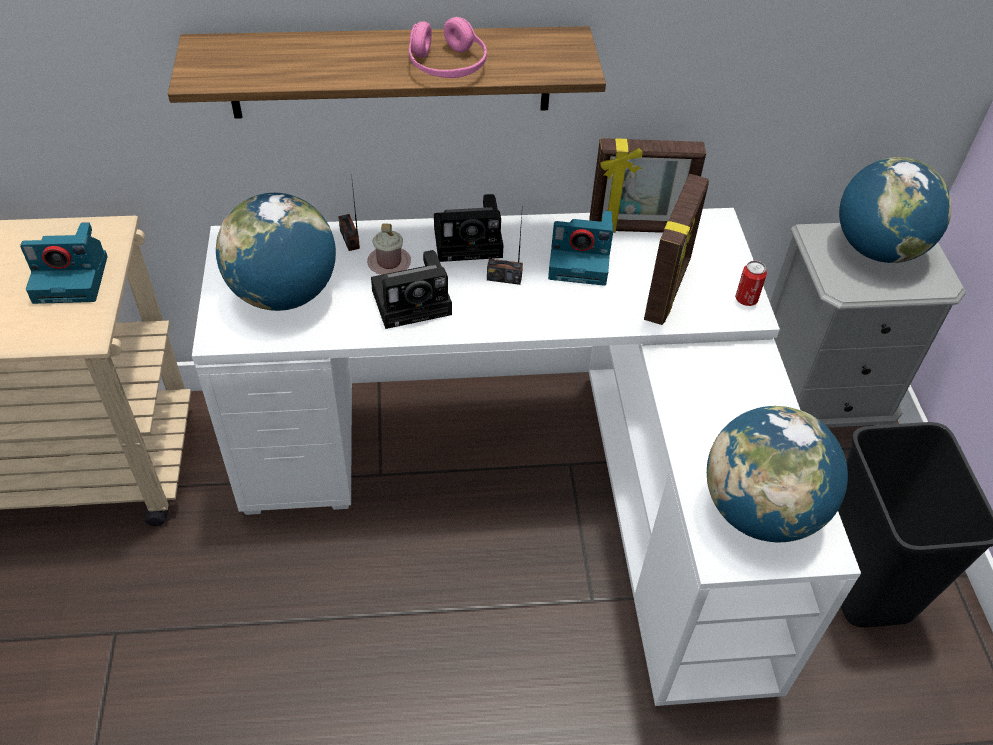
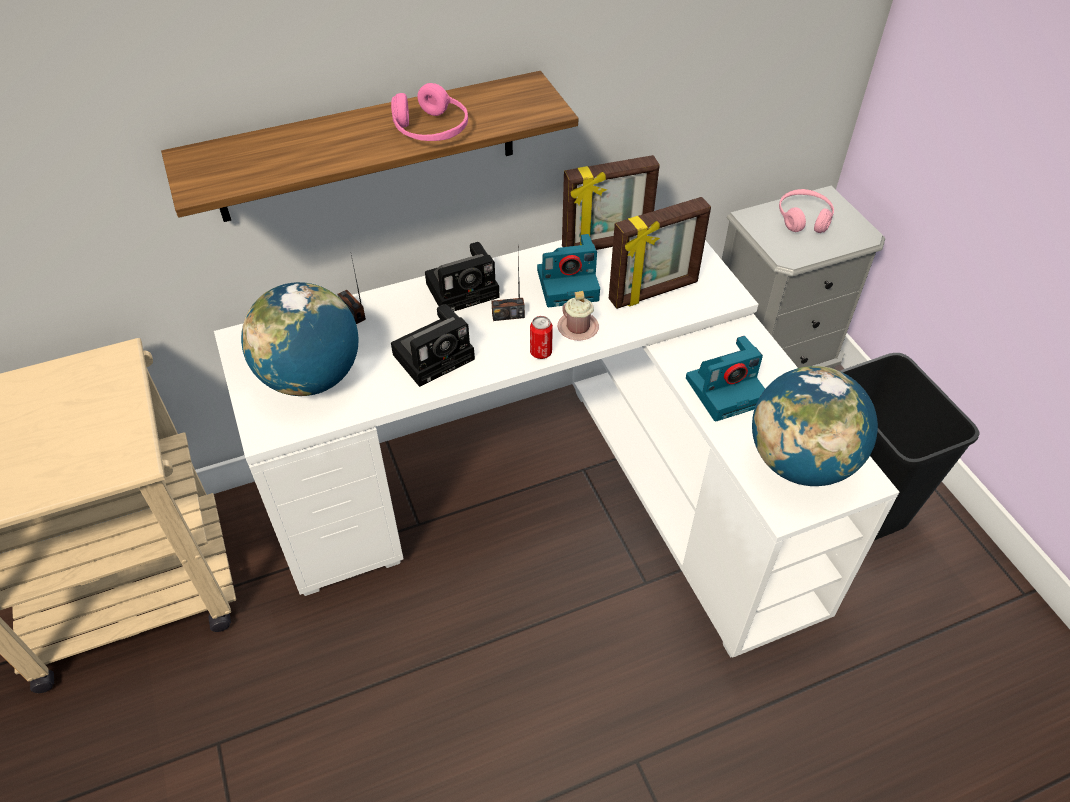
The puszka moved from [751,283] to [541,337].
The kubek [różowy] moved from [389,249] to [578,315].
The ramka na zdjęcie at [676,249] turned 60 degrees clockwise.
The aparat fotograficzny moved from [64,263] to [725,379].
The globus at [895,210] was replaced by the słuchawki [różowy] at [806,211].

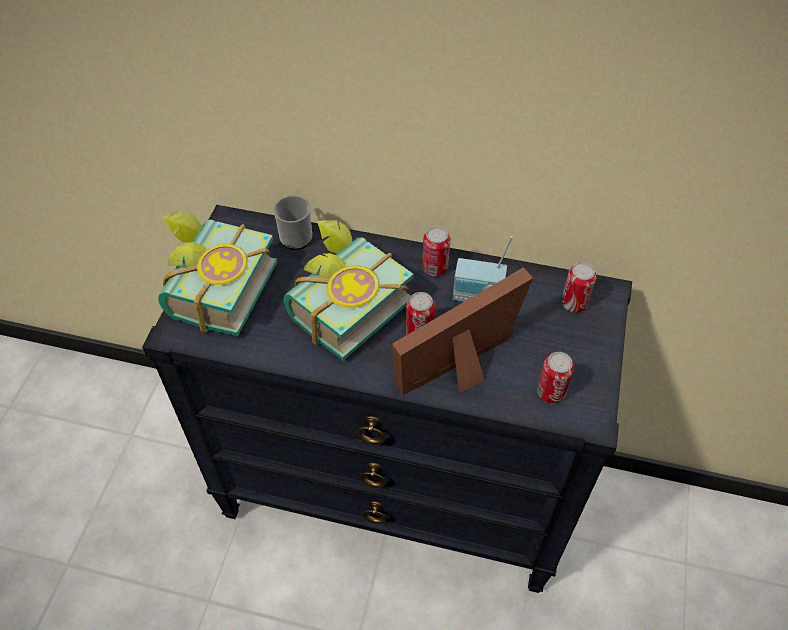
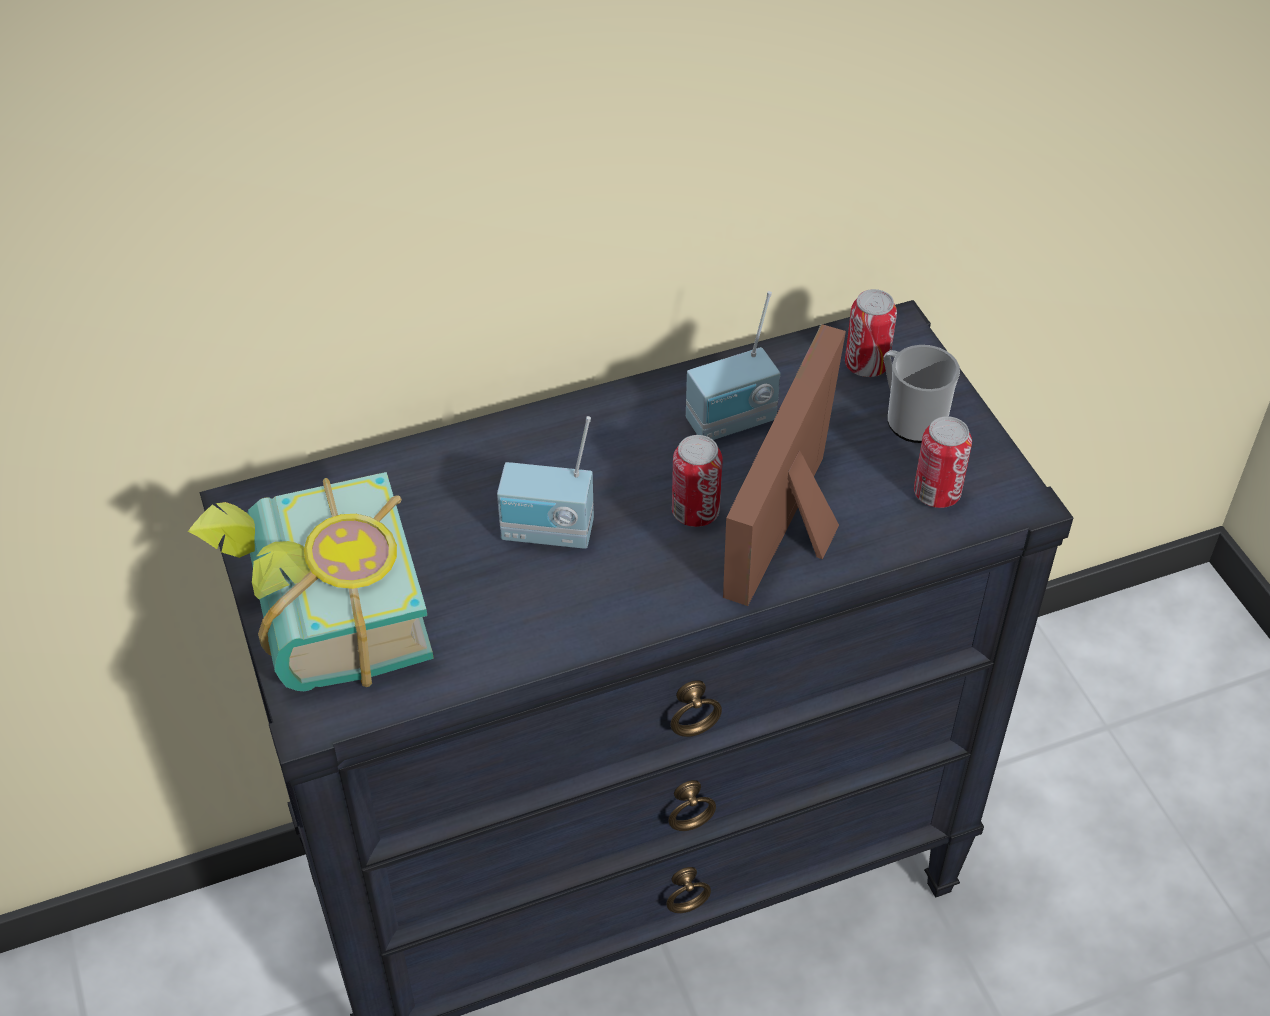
The książka at [349,290] was replaced by the radio at [545,482].
The kubek moved from [292,222] to [922,394].
The puszka at [436,251] disappeared.

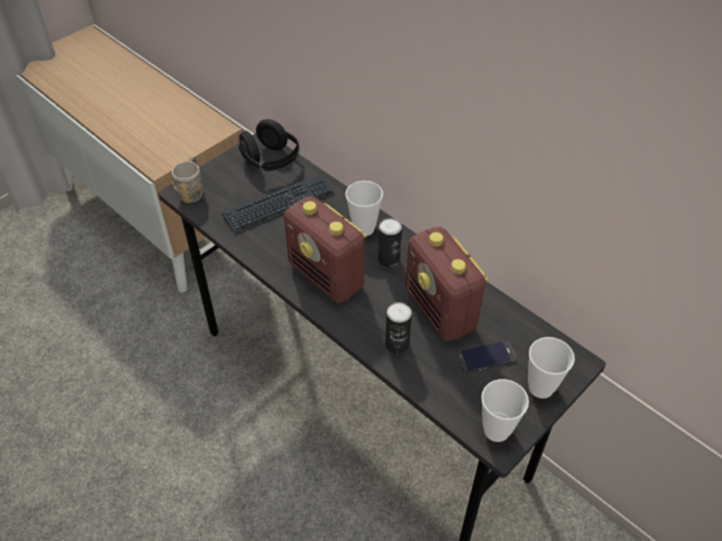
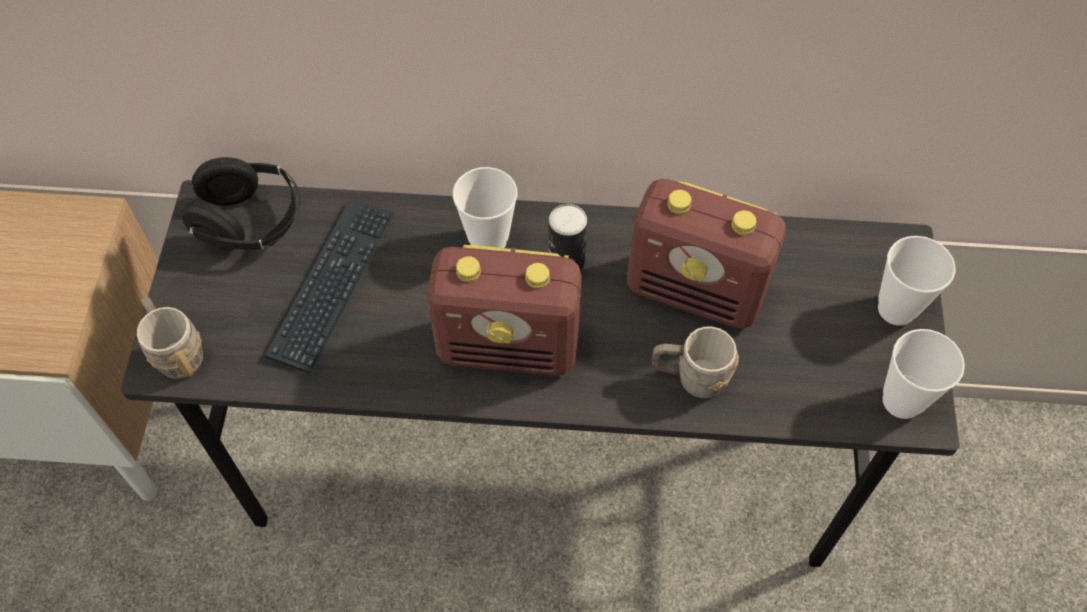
The puszka at [398,328] was replaced by the kubek [szary] at [695,362].
The telefon at [486,356] disappeared.

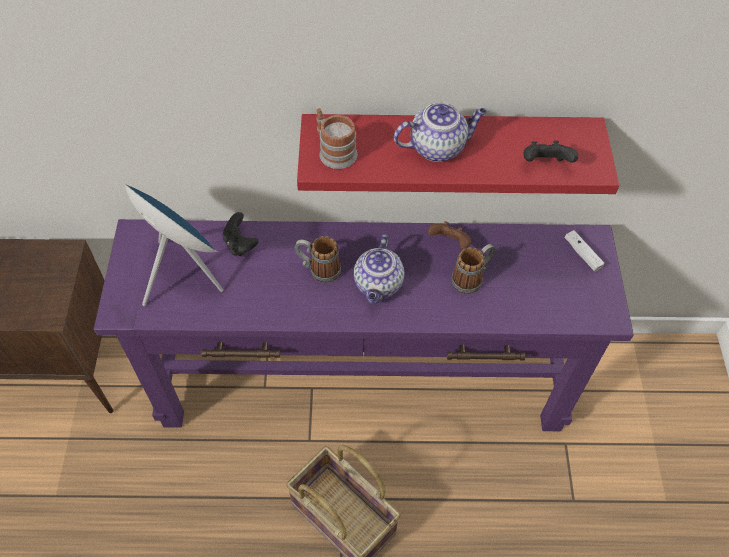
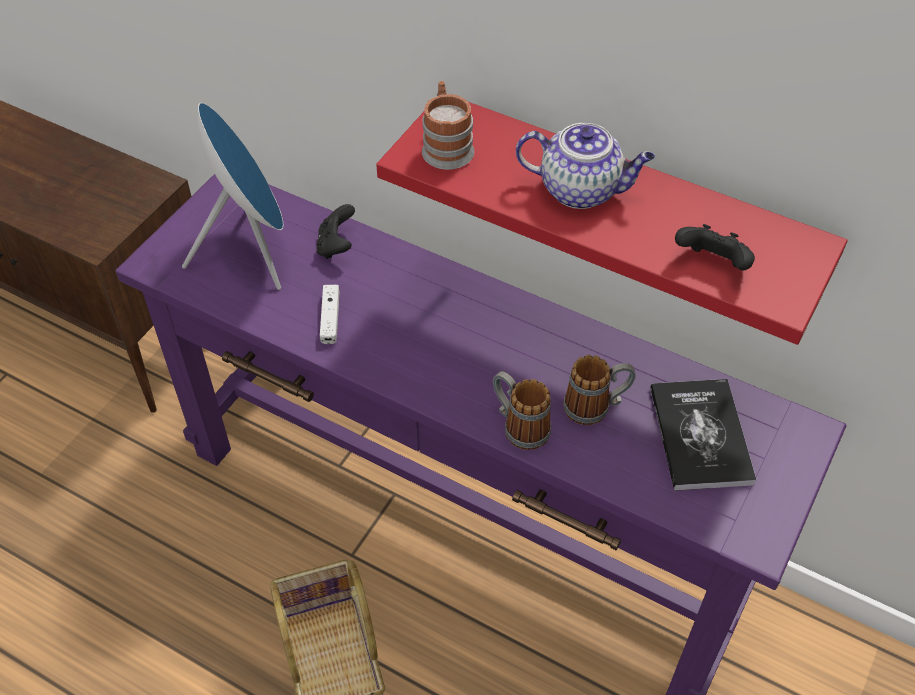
The pad do gier [biały] moved from [584,251] to [330,314].
The kubek moved from [318,259] to [522,410].
The książka at [703,435] appeared.
The imbryk at [379,269] disappeared.
The pad do gier [brązowy] at [449,235] disappeared.

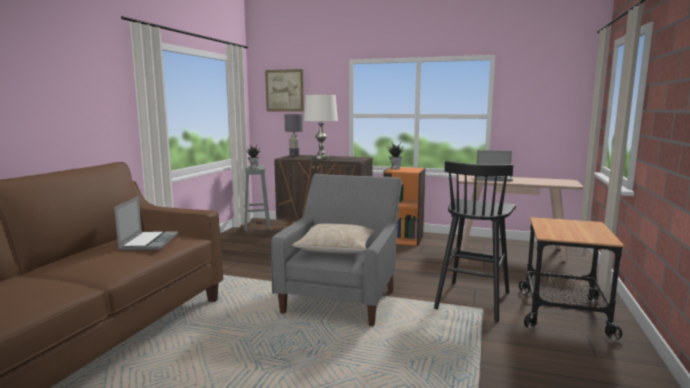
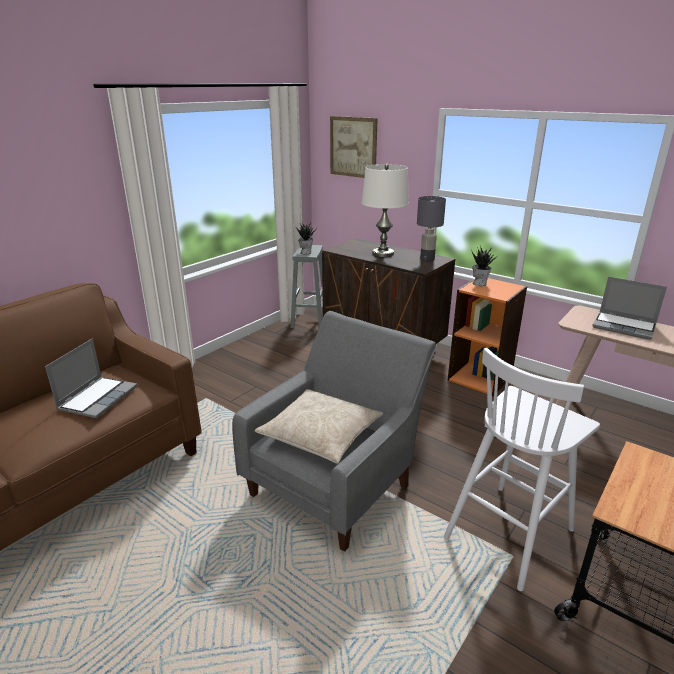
The lampa stołowa [szary] moved from [293,135] to [431,228].
The stołek [czarny] at [475,241] became the stołek [biały] at [522,469].

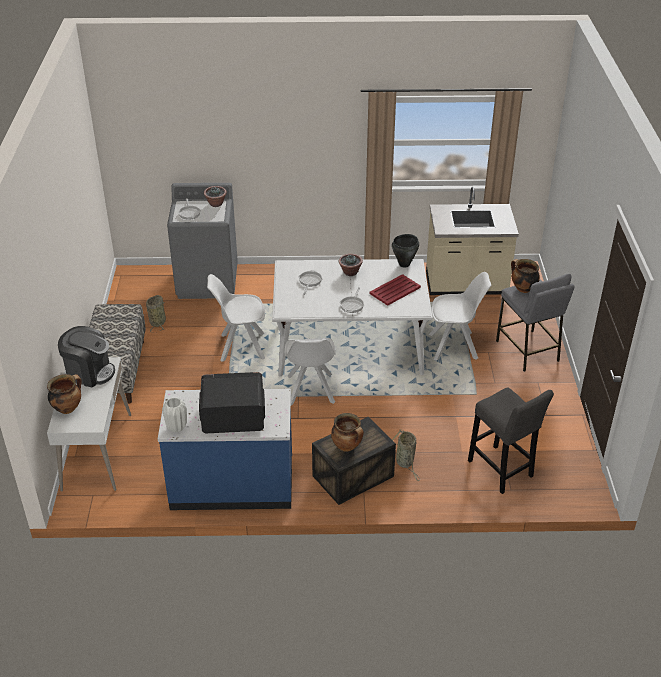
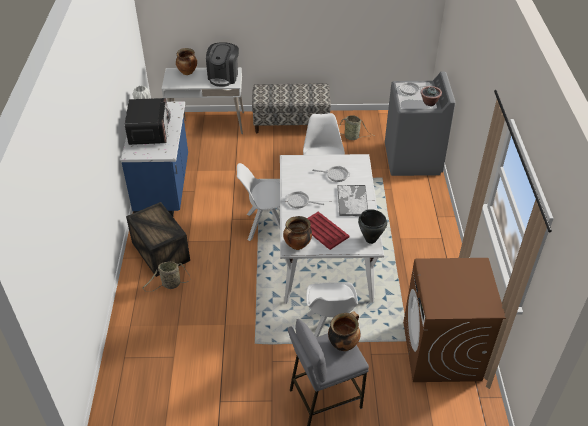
The garnek moved from [347,432] to [297,233].
The roślina doniczkowa at [350,265] was replaced by the taca at [352,200].
The zabudowa kuchenna [beżowy] at [472,241] was replaced by the pralka [brązowy] at [454,320].
The stołek [szary] at [511,440] disappeared.

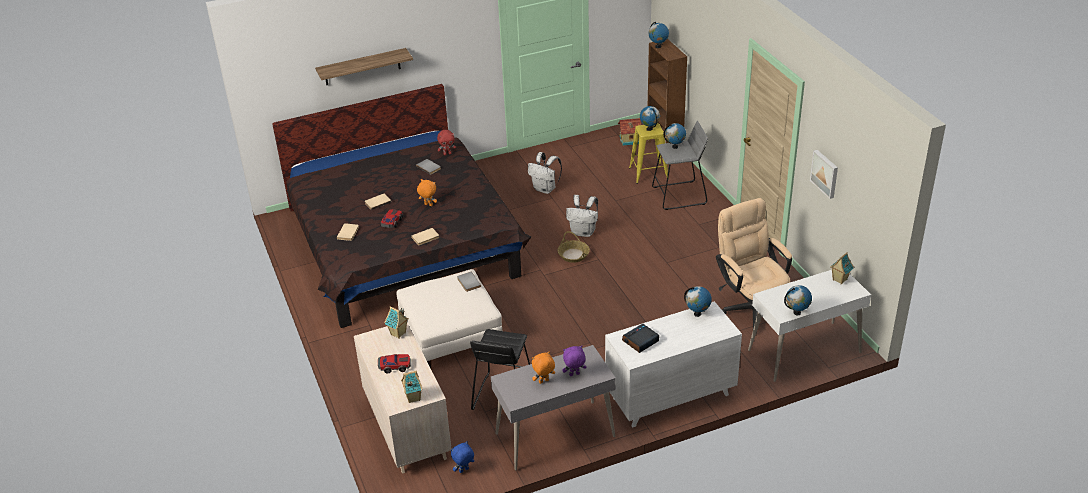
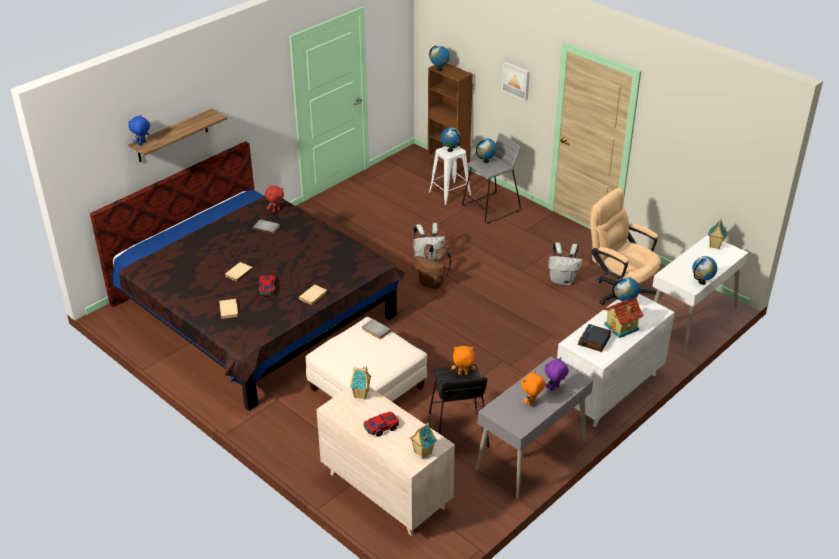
The pluszak [niebieski] moved from [462,457] to [139,130].
The koszyk at [573,247] was replaced by the plecak [brązowy] at [432,266].
The stołek [żółty] at [649,153] became the stołek [biały] at [450,176].
The pluszak [pomarańczowy] moved from [427,192] to [463,360].
The obraz moved from [824,174] to [516,81].
The plecak [biały] moved from [545,173] to [565,263].
The domek moved from [629,132] to [623,318].

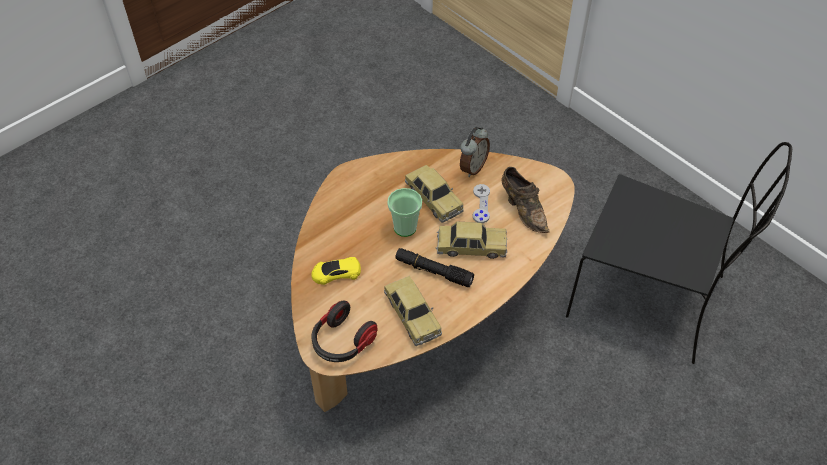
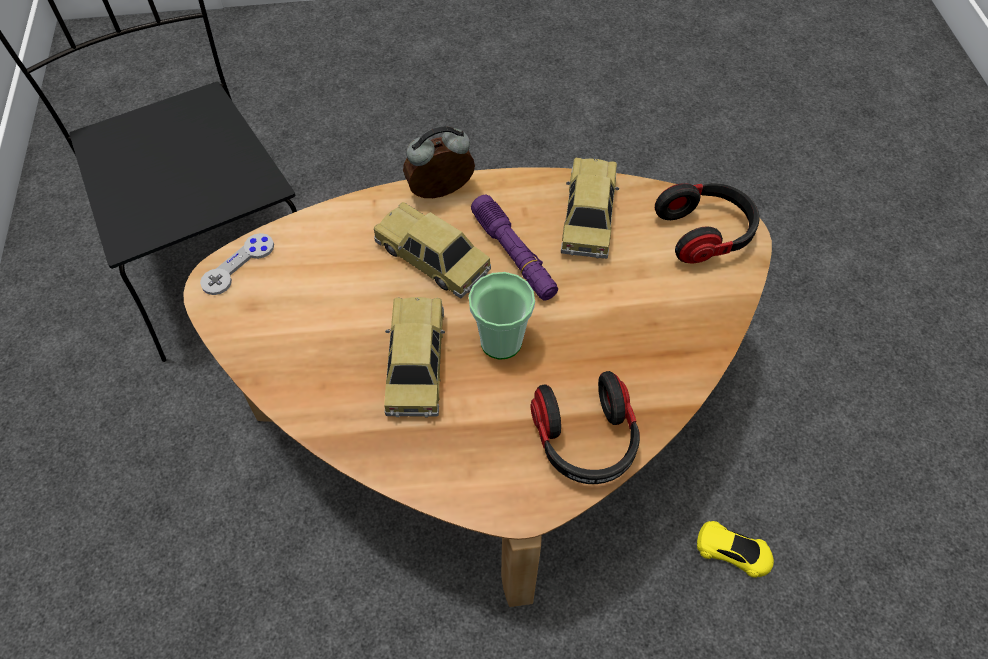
The pad do gier [szary] moved from [481,203] to [237,264].
The budzik moved from [475,152] to [439,162].
The latarka [czarny] at [434,267] became the latarka [fioletowy] at [514,248].
The słuchawki at [585,427] appeared.
The samochodzik [żółty] moved from [336,271] to [735,549].
The but [brązowy] at [525,200] disappeared.

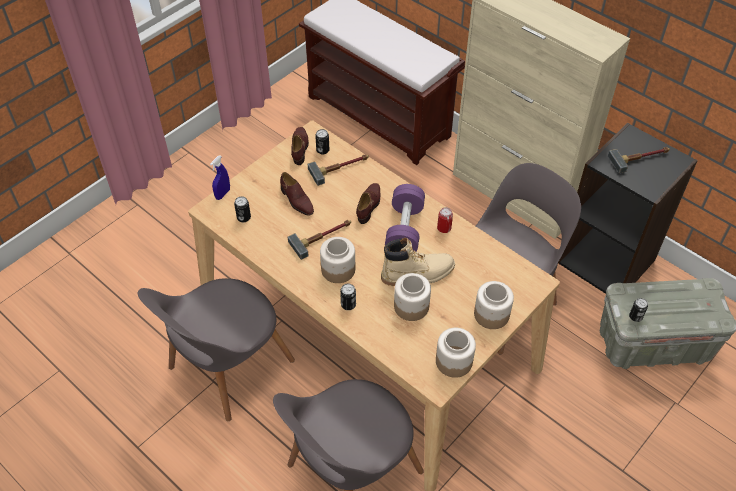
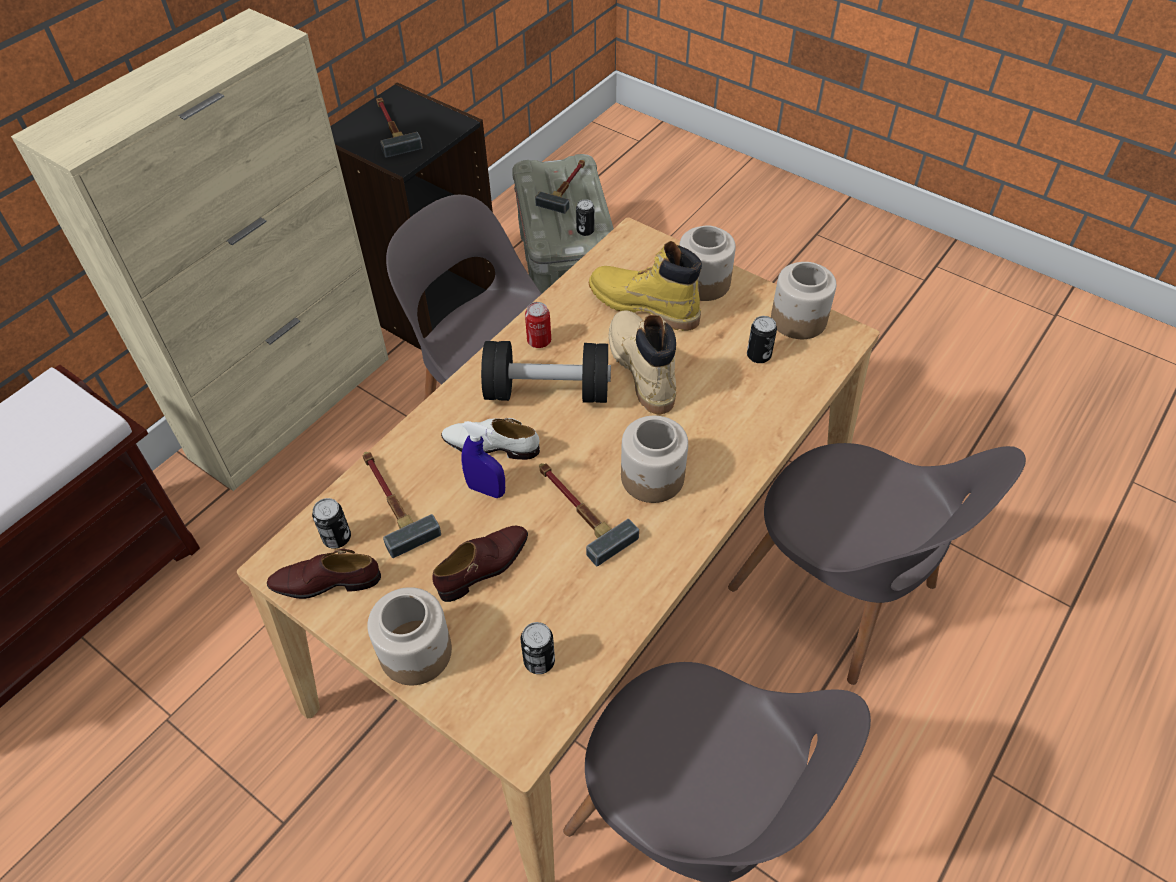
The słoik moved from [412,297] to [409,636].
The but [brązowy] at [368,203] became the but [biały] at [490,439].
The spryskiwacz [niebieski] moved from [220,177] to [483,459].
The hantel [fioletowy] at [405,217] became the hantel [czarny] at [546,372].
The młotek at [560,187] appeared.
The but z cholewką [żółty] at [645,286] appeared.
The puszka moved from [348,297] to [762,339].

